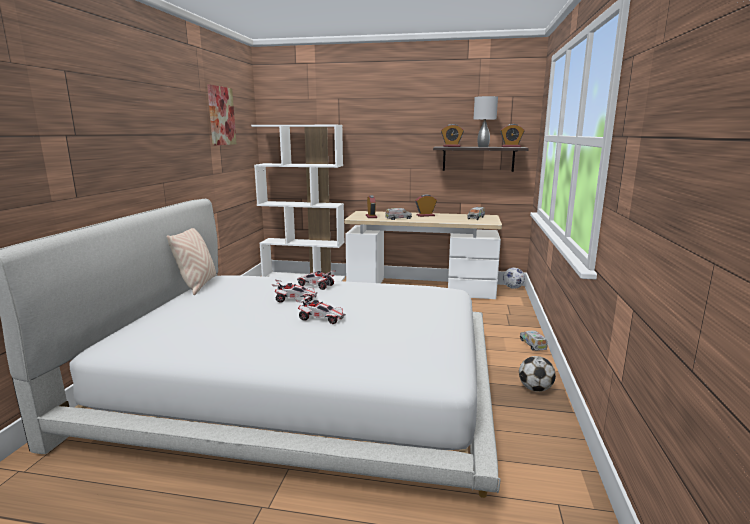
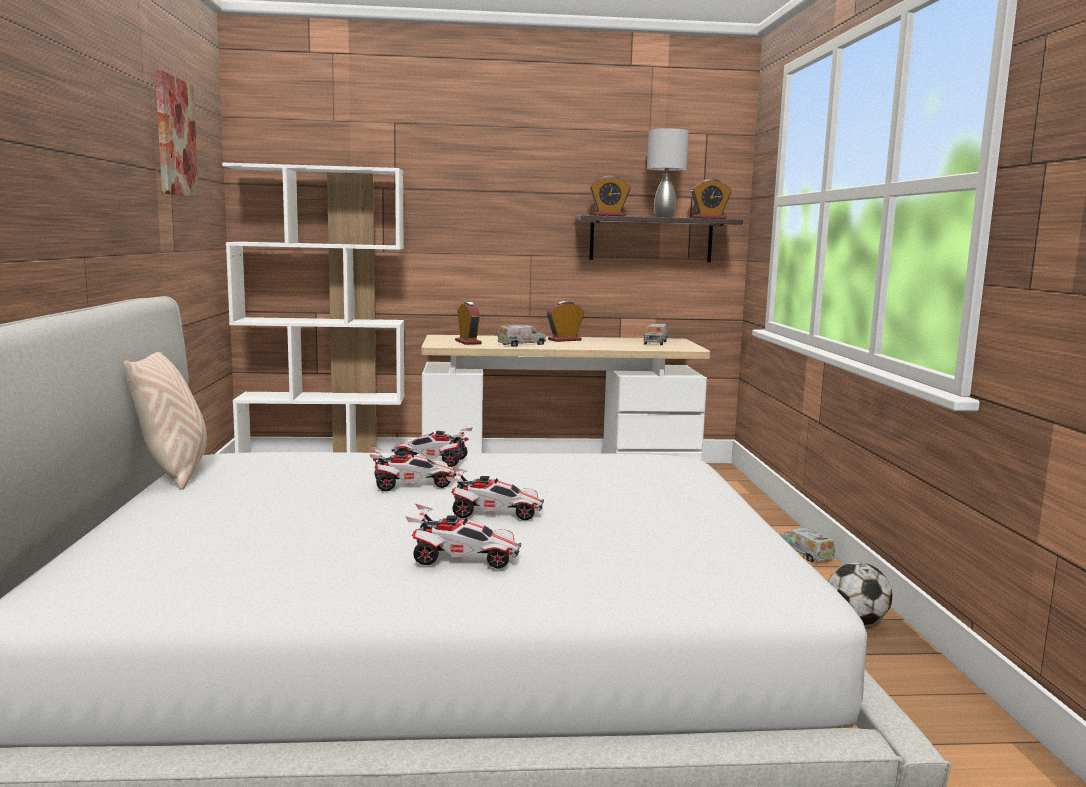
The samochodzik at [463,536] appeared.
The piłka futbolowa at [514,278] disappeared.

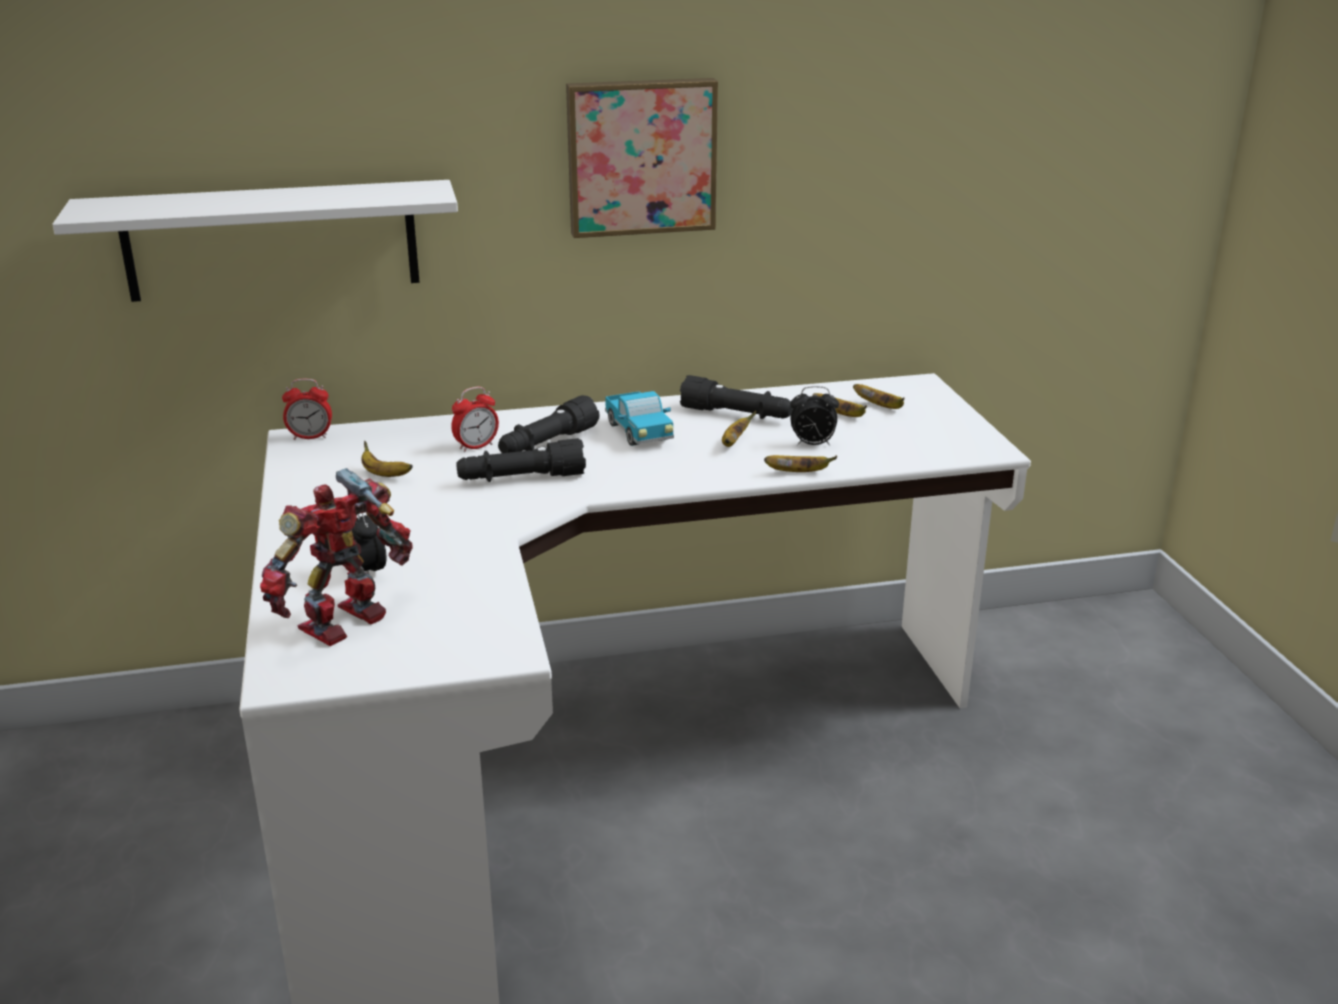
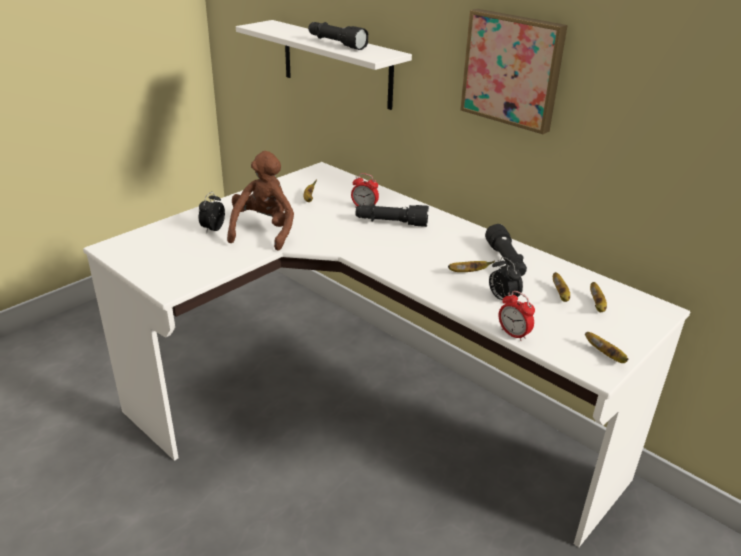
The pluszak [brązowy] at [260,201] appeared.
The latarka [czarny] moved from [521,460] to [338,36].
The budzik moved from [307,409] to [517,316].
The banan moved from [800,463] to [606,347].
The robot zabawkowy at [336,557] disappeared.
The ciężarówka zabawkowa at [639,418] disappeared.

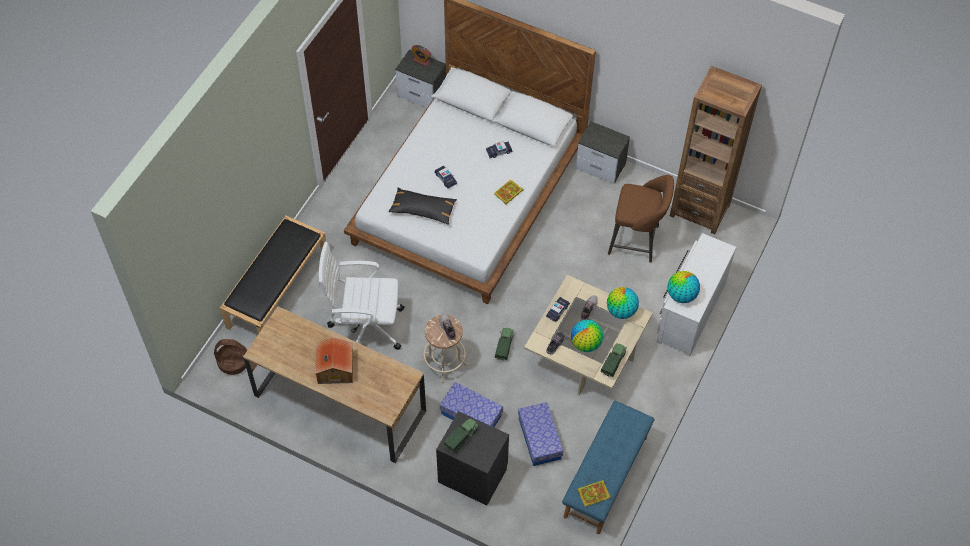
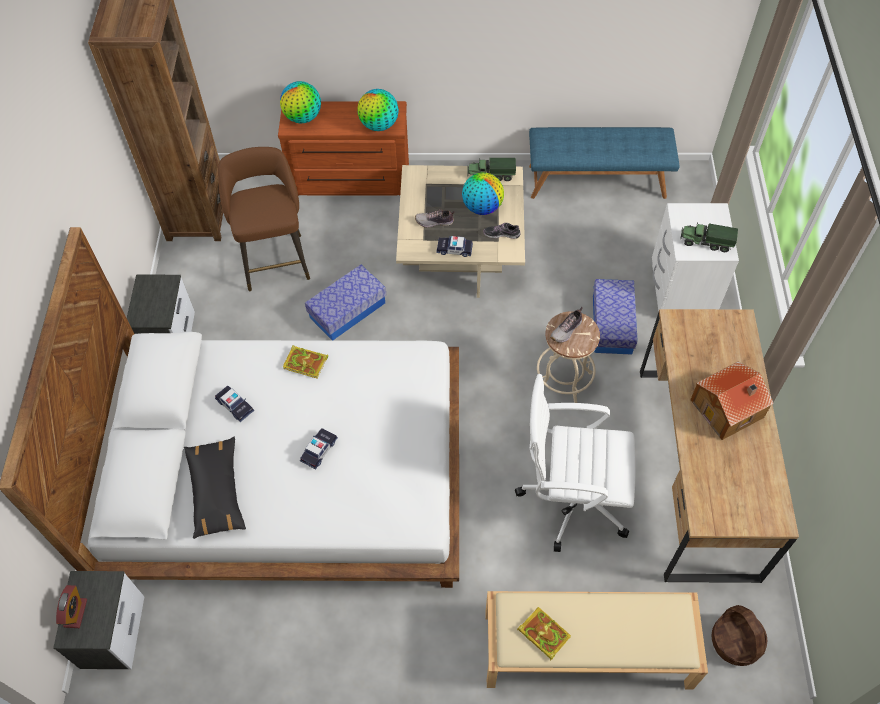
The poduszka [czarny] moved from [422,206] to [215,488].
The komoda [biały] at [697,295] became the komoda [brązowy] at [343,148].
The globus moved from [623,303] to [300,102].
The pojemnik do przechowywania moved from [540,434] to [345,303].
The ławka [czarny] at [273,275] became the ławka [beżowy] at [597,640].
The krzesło biurowe [biały] at [361,296] turned 120 degrees clockwise.
The książka moved from [593,493] to [544,634].
The szafka nocna [czarny] at [472,458] became the szafka nocna [biały] at [695,257].
The ciężarówka zabawkowa at [504,344] disappeared.

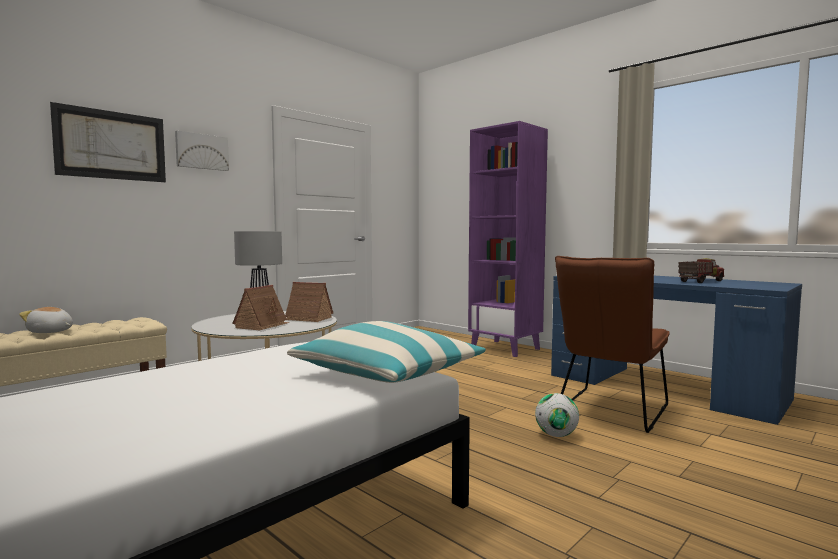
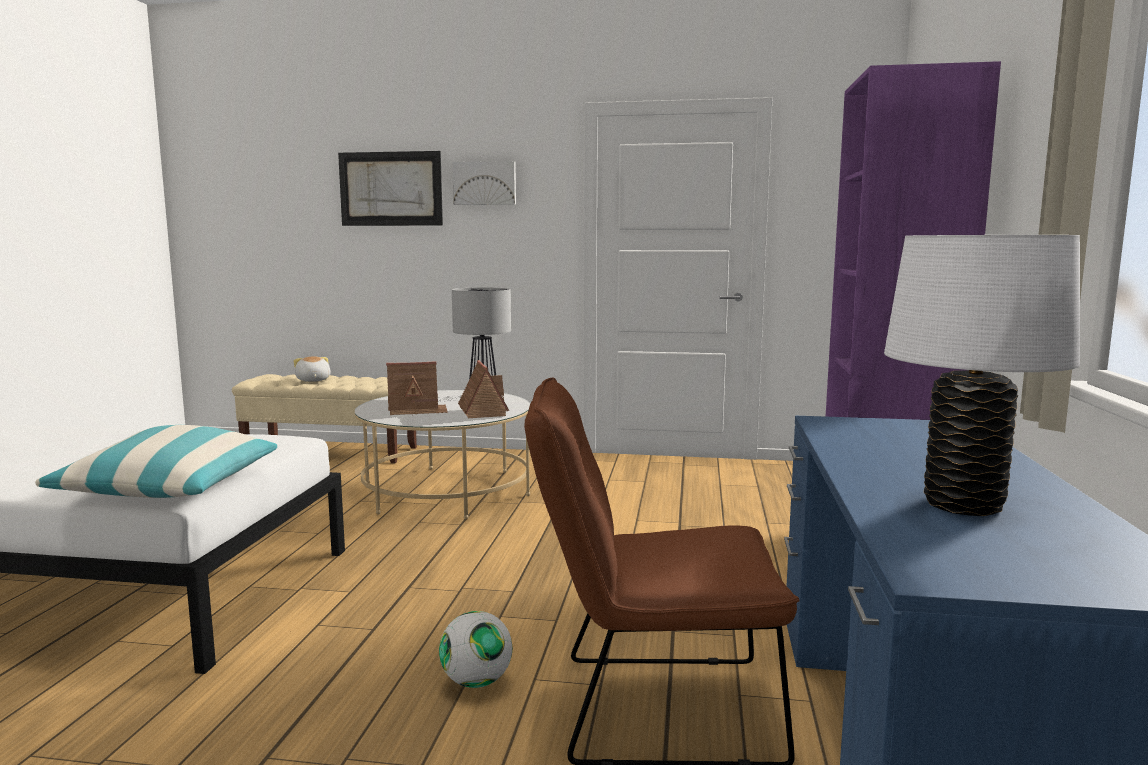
The ciężarówka zabawkowa at [701,270] was replaced by the lampa stołowa [biały] at [982,375].

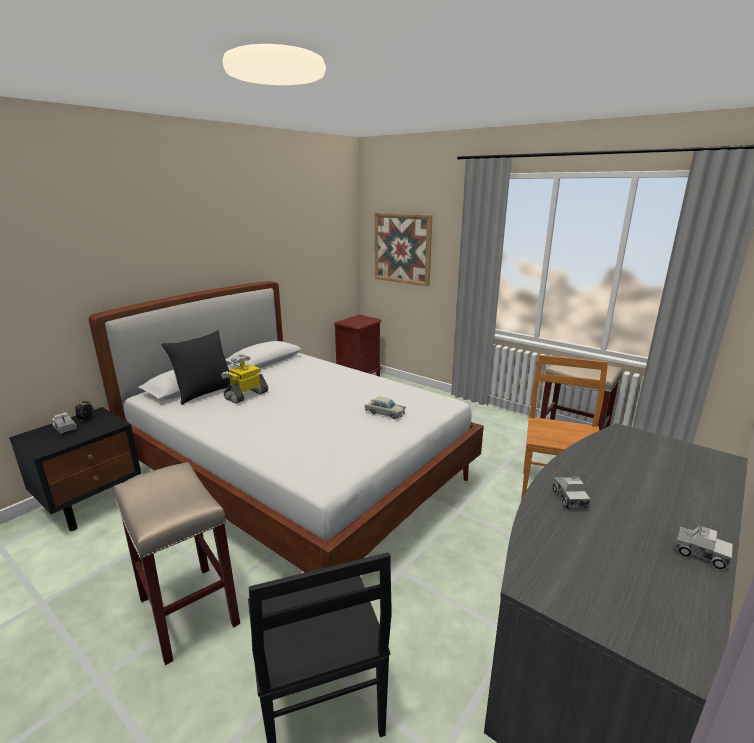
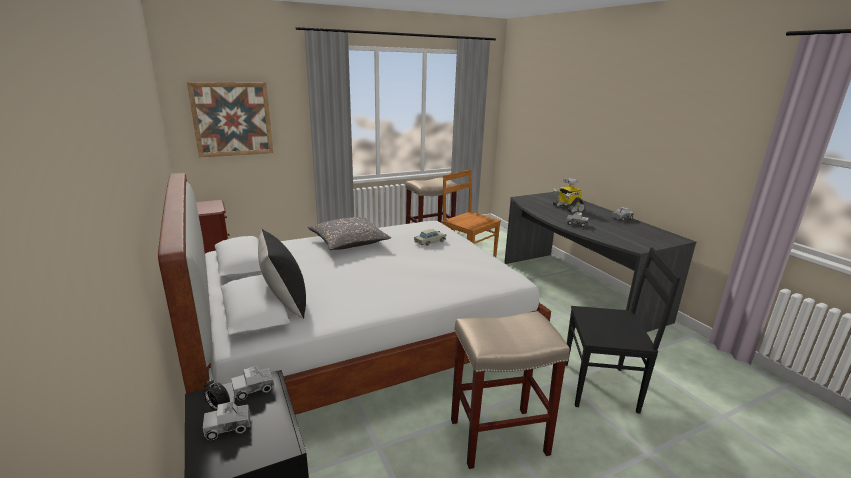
The ciężarówka zabawkowa at [253,383] appeared.
The poduszka [szary] at [349,233] appeared.
The robot zabawkowy moved from [244,378] to [569,195].

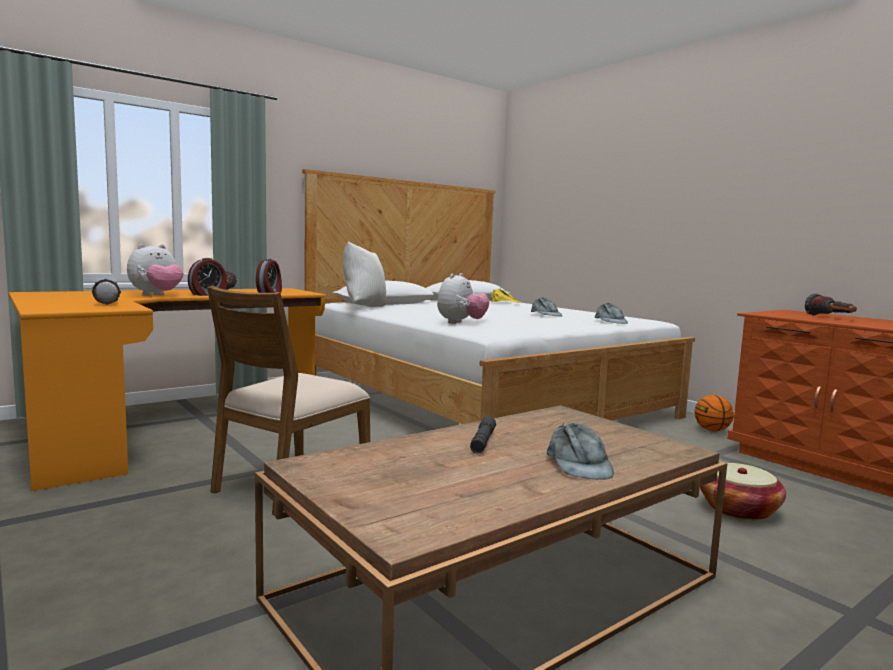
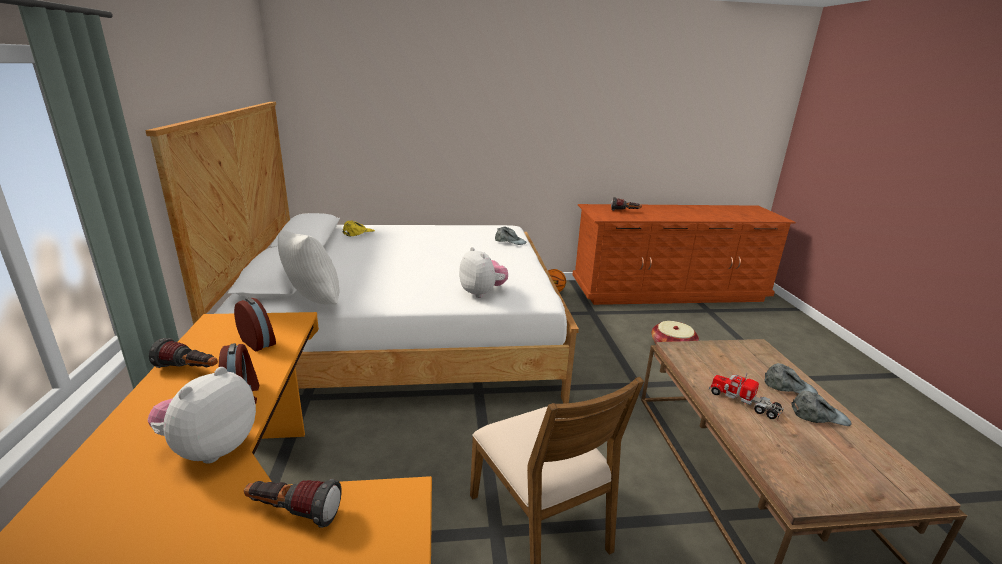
The pluszak at [155,270] turned 135 degrees counterclockwise.
The latarka [szary] at [483,435] was replaced by the ciężarówka zabawkowa at [746,396].
The czapka z daszkiem [szary] moved from [546,306] to [821,408].

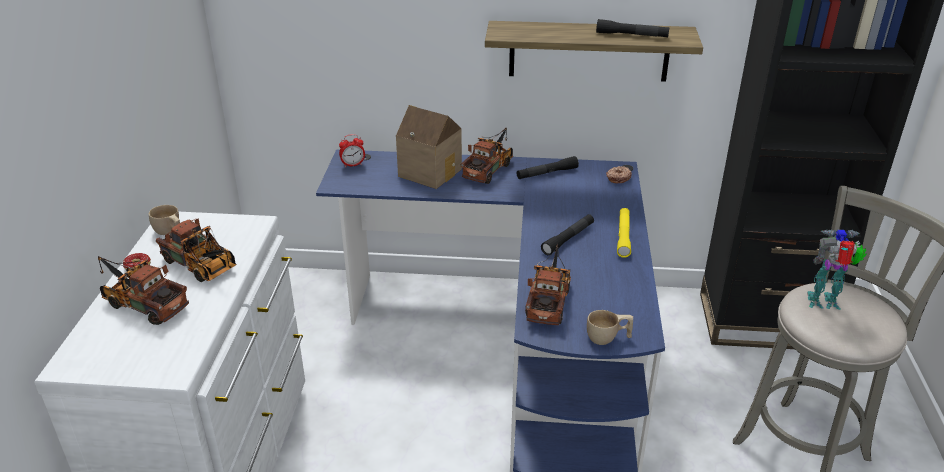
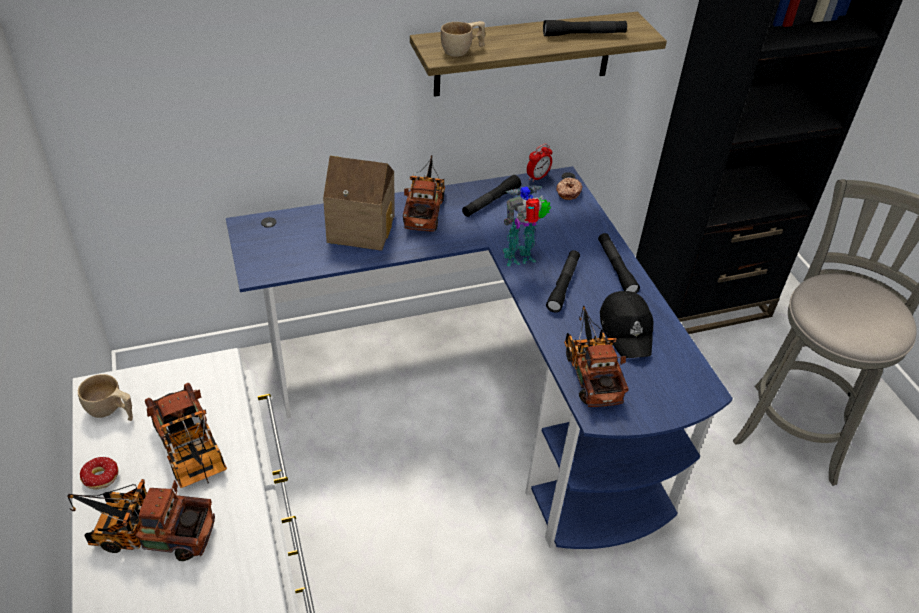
The ciężarówka zabawkowa at [196,250] turned 45 degrees clockwise.
The filiżanka [beżowy] moved from [610,327] to [463,39].
The robot zabawkowy moved from [837,269] to [527,226].
The budzik moved from [352,150] to [539,163].
The latarka [żółty] at [624,233] became the latarka [czarny] at [619,263].
The czapka z daszkiem [czarny] at [626,324] appeared.

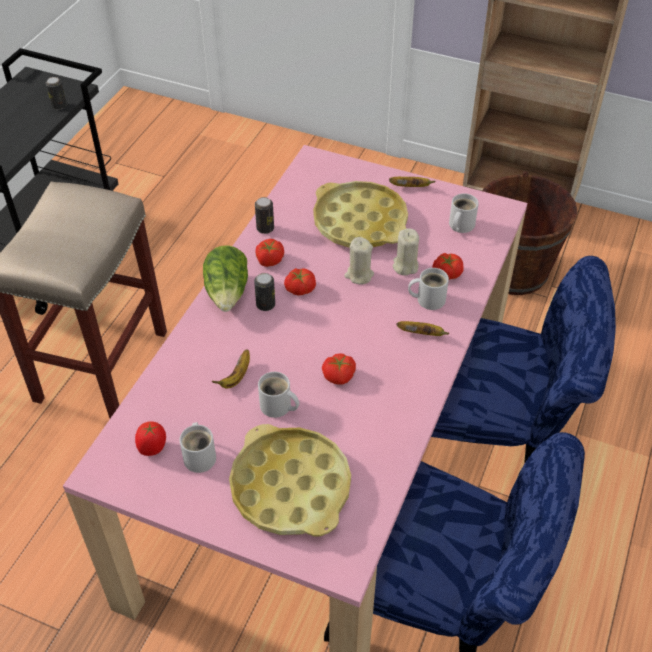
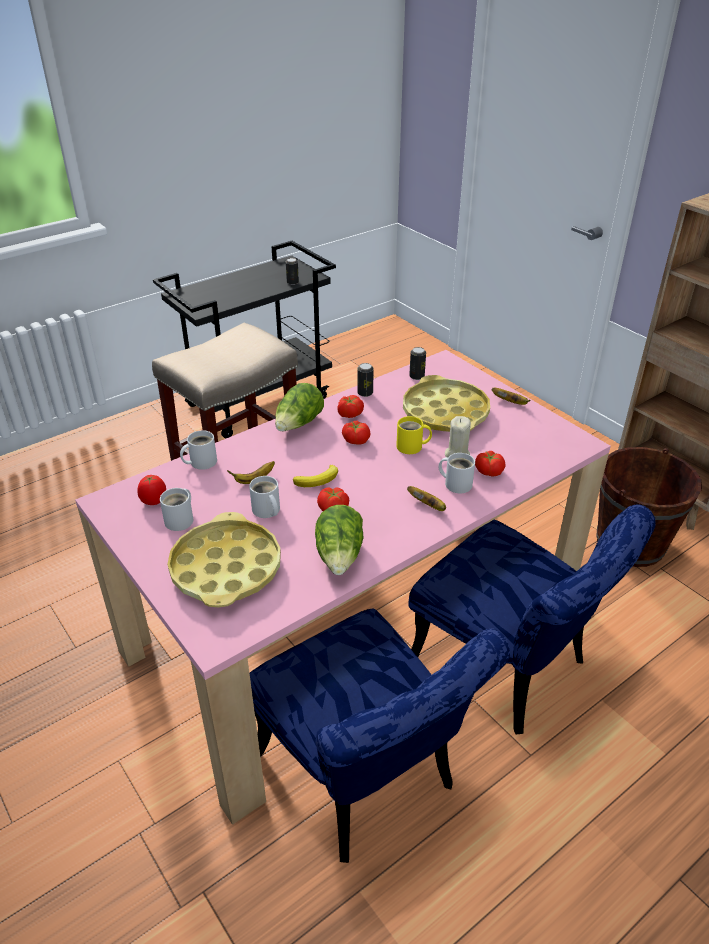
The kubek [biały] moved from [464,213] to [198,450].
The banan at [315,476] appeared.
The sałata at [339,540] appeared.
The świeca [beżowy] at [359,260] was replaced by the kubek [żółty] at [414,435].
The puszka moved from [264,292] to [417,363].

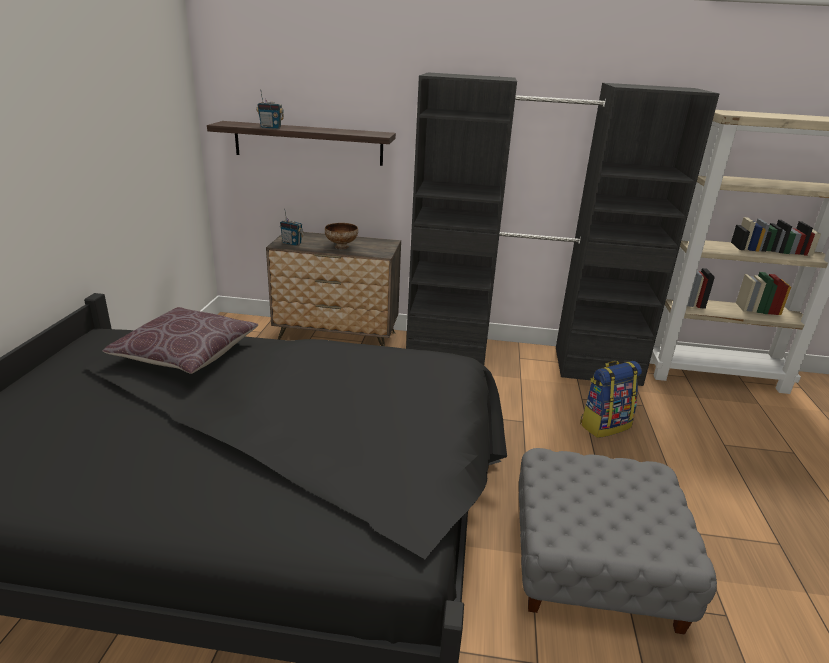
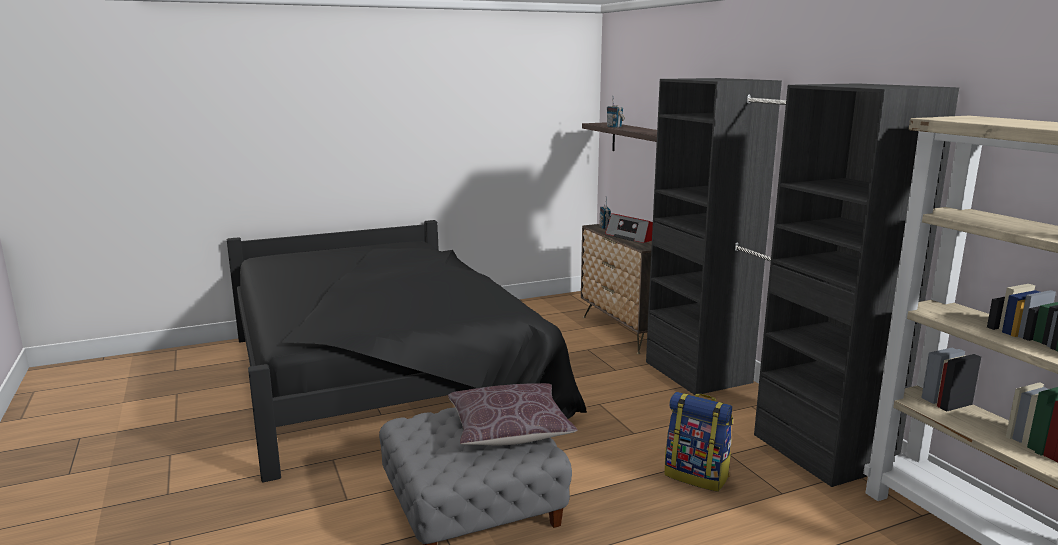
The poduszka [brązowy] moved from [181,340] to [513,414].
The miska at [341,236] was replaced by the radio at [629,228].

